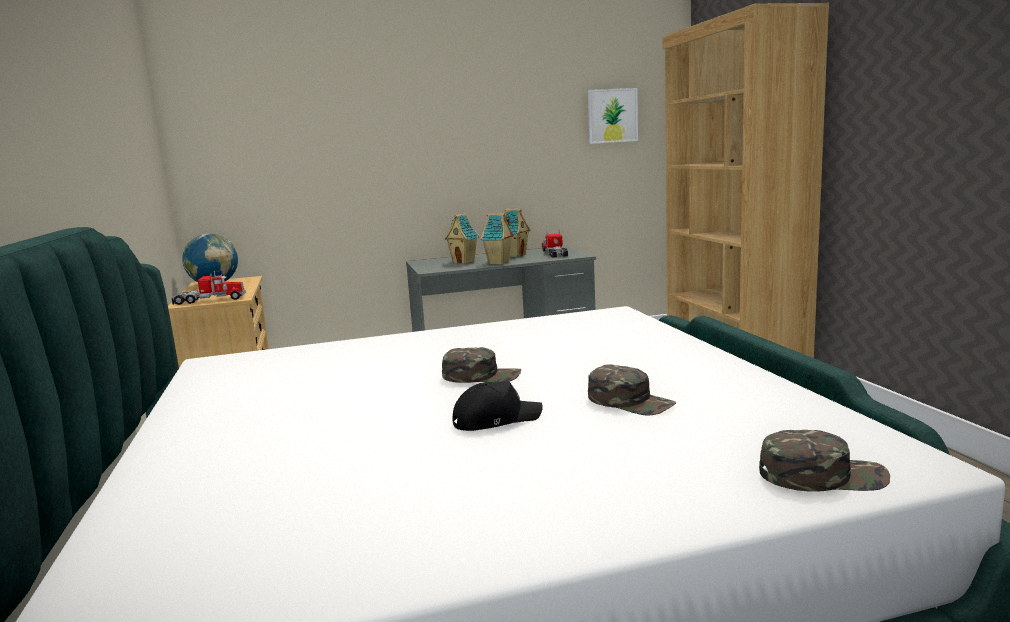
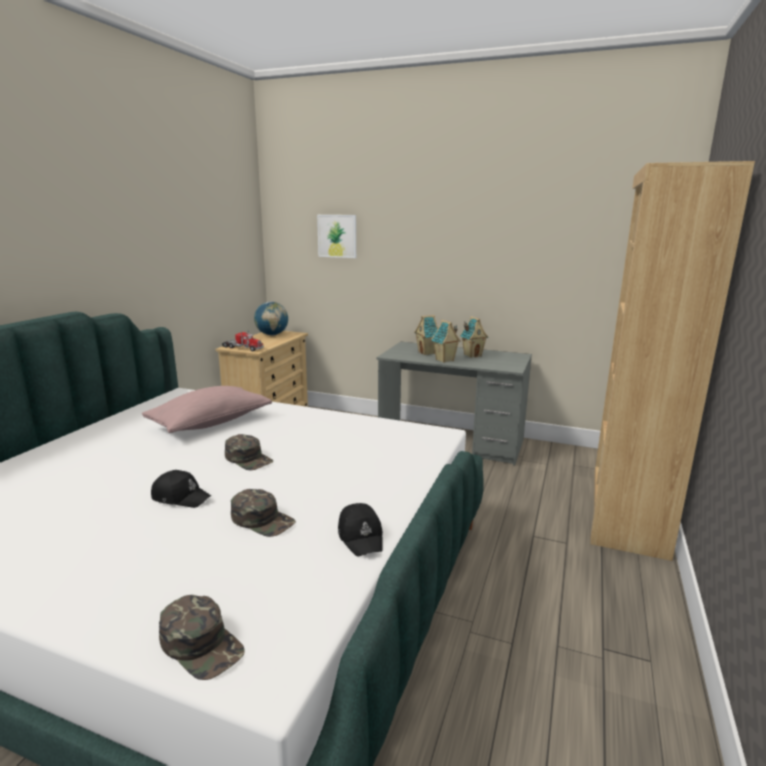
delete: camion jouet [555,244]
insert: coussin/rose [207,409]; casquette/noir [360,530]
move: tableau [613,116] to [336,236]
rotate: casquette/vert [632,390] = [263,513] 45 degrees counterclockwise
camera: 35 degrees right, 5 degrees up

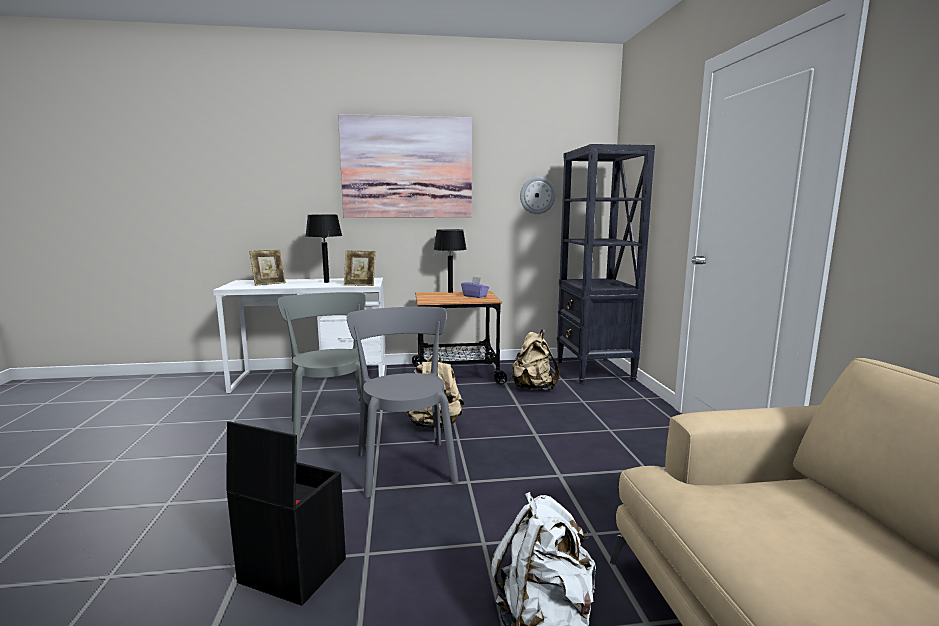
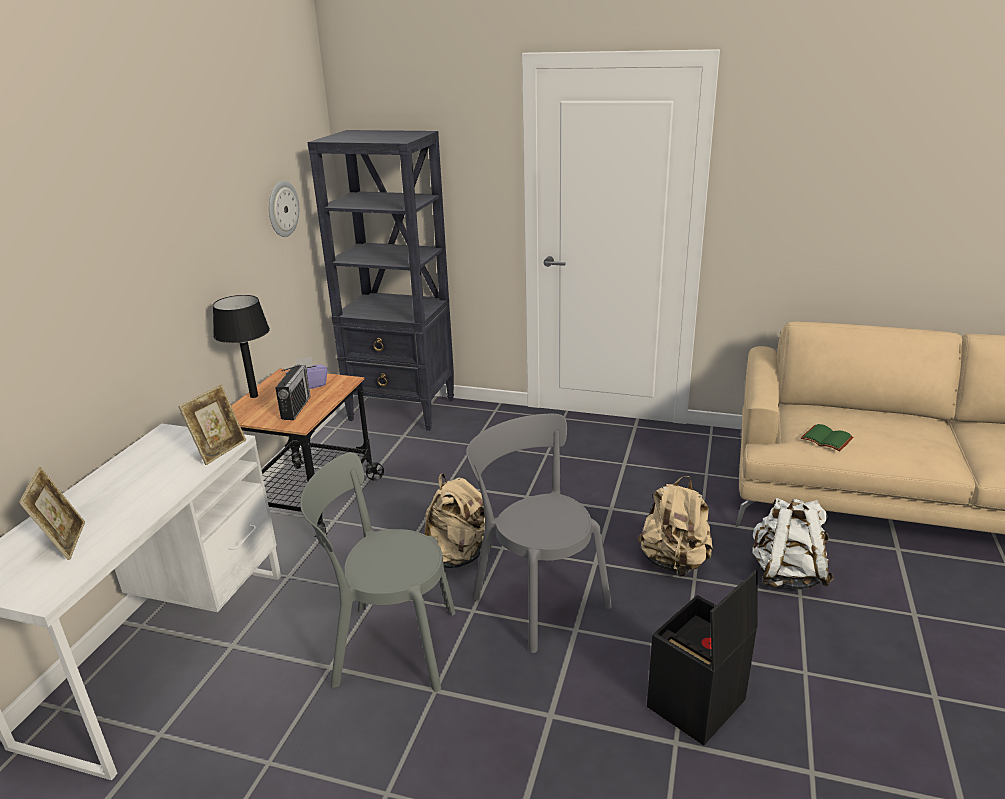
delete: lampe de table/noir [324,249]; tableau [405,166]
insert: radio [293,392]; livre/vert [827,437]
move: sac à dos/beige [535,360] to [675,526]
rotate: chaise/gris [403,402] = [539,533] 45 degrees clockwise
camera: 65 degrees left, 15 degrees up

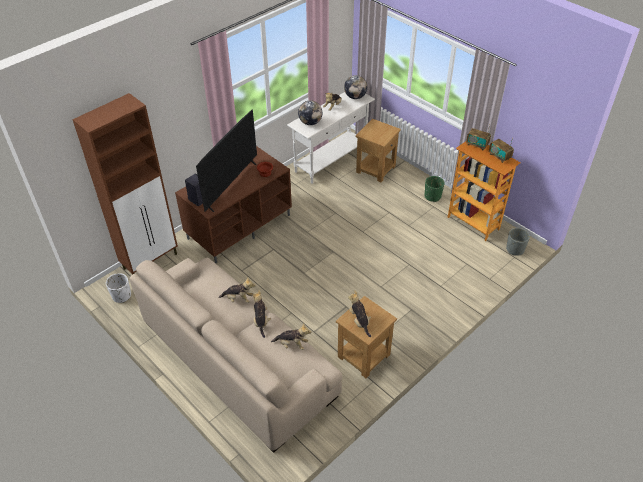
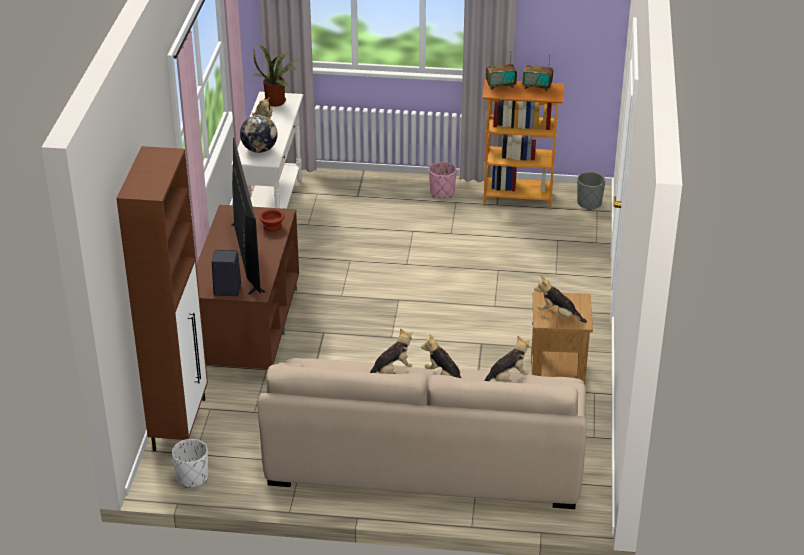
delete: table d'appoint/marron [378,150]
replace: globe [355,87] to plante en pot [276,75]
recolor: cache-pot/vert [435,189] to cache-pot/rose [443,180]
camera: 40 degrees left, 10 degrees down

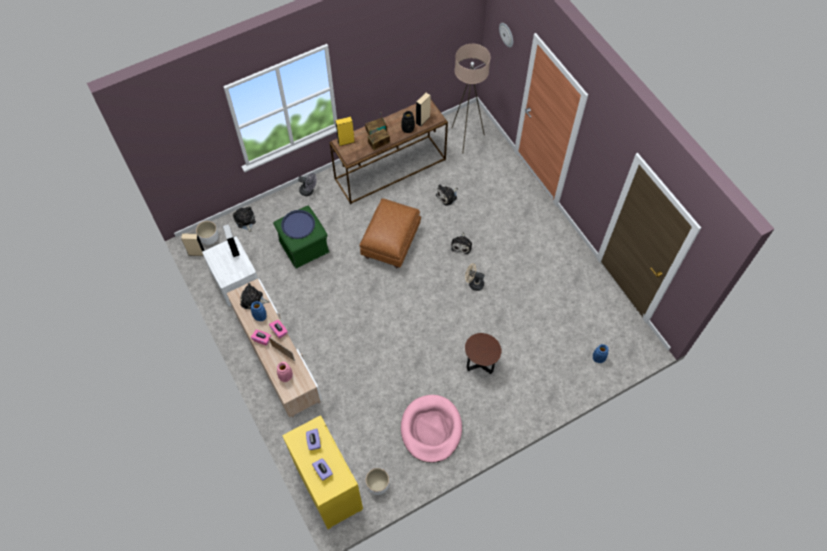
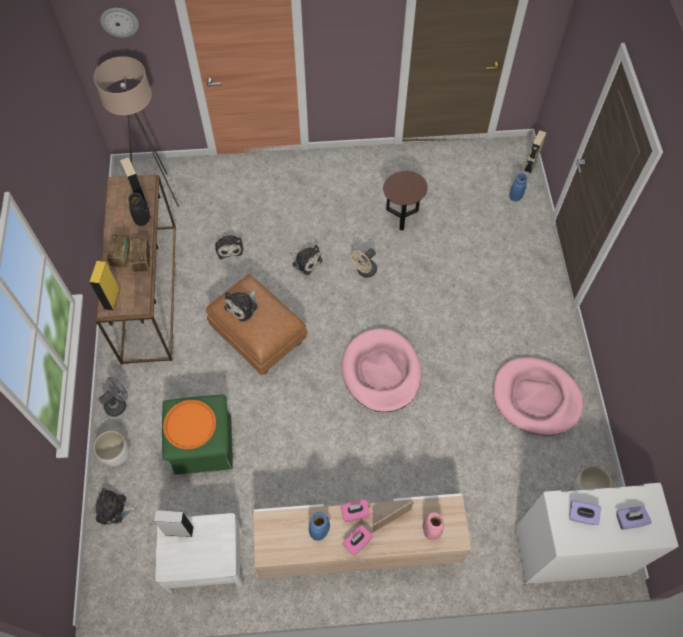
insert: panier pour chien/rose [382,370]
move: cache-pot/blanc [207,233] to [111,448]; peluche [255,296] to [241,306]; table d'appoint/marron [483,353] to [405,200]; enceinte/beige [192,244] to [535,151]
recolor: plateau/bleu [298,224] to plateau/orange [189,425]; meuble de rangement/jaune [322,472] to meuble de rangement/blanc [596,534]
camera: 65 degrees left, 0 degrees up

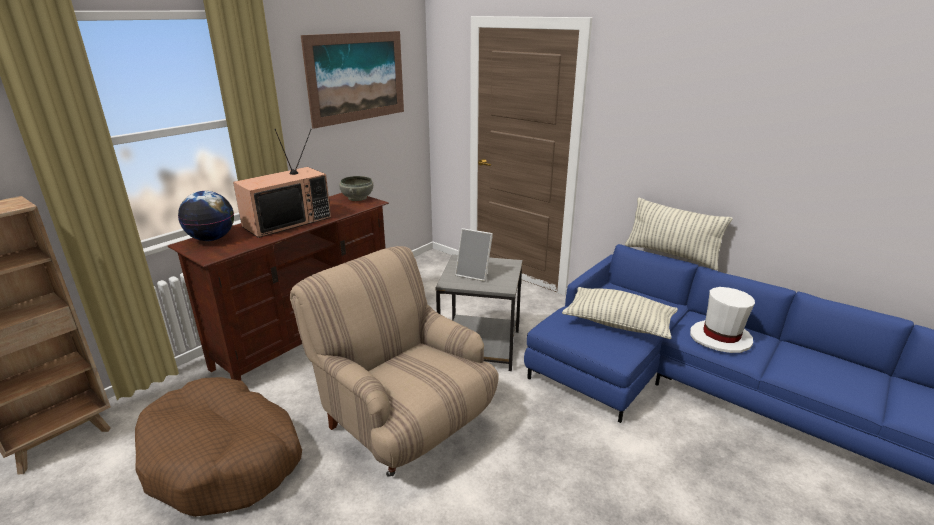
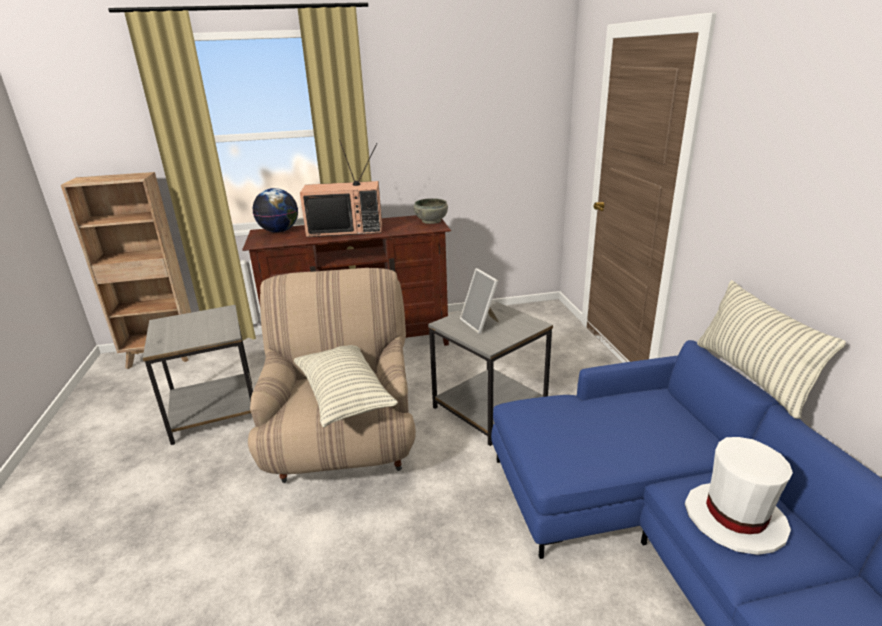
delete: tableau [352,80]
move: coussin [620,313] to [346,386]
replace: panier pour chien/marron [218,447] to table d'appoint/gris [198,375]
camera: 40 degrees right, 0 degrees up

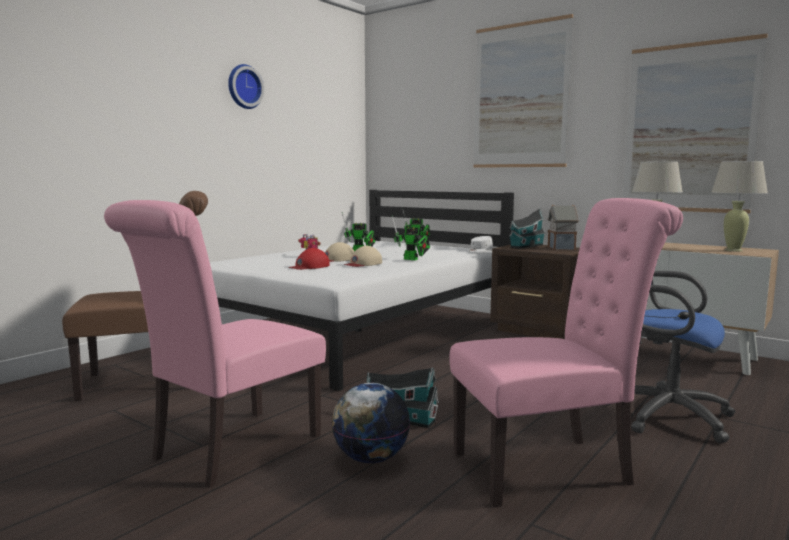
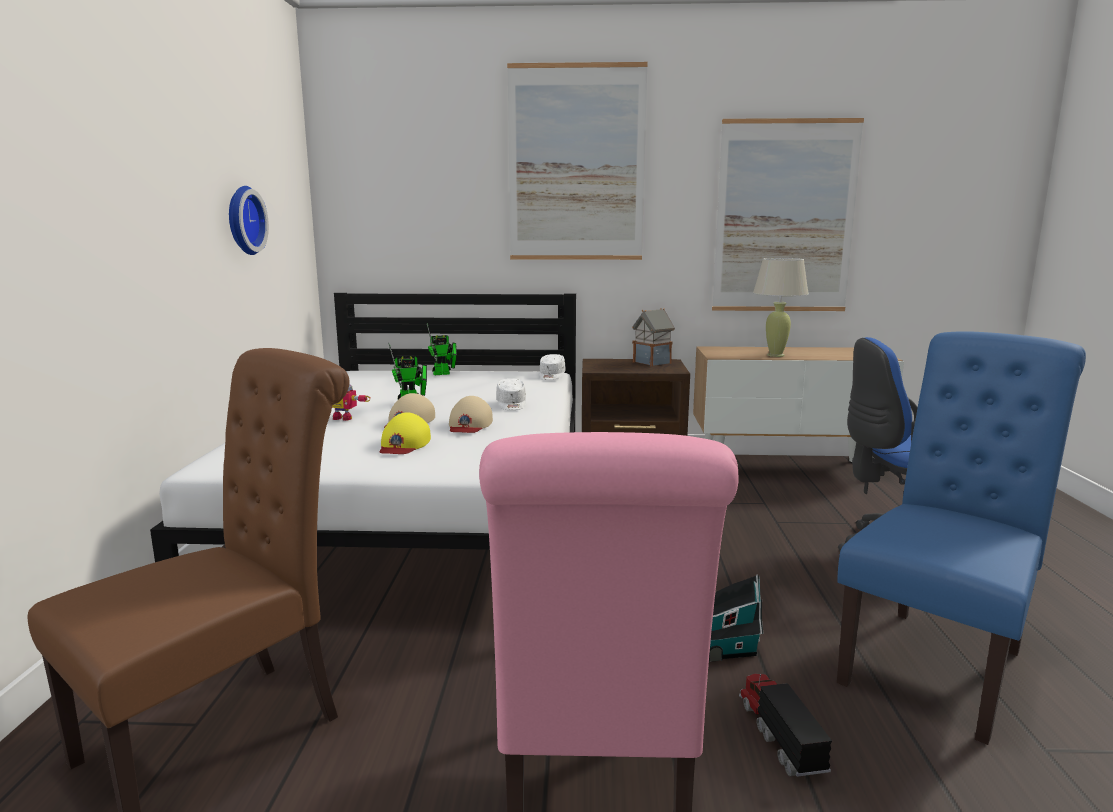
delete: maison miniature [527,228]; lampe de table/beige [739,206]
move: horloge murale [246,86] to [249,220]
replace: robot jouet [411,237] to casquette/blanc [511,394]; globe [371,423] to camion jouet [785,725]
recolor: casquette/rouge [309,259] to casquette/jaune [405,433]; chaise/rose [566,352] to chaise/bleu [961,538]
camera: 35 degrees left, 5 degrees up

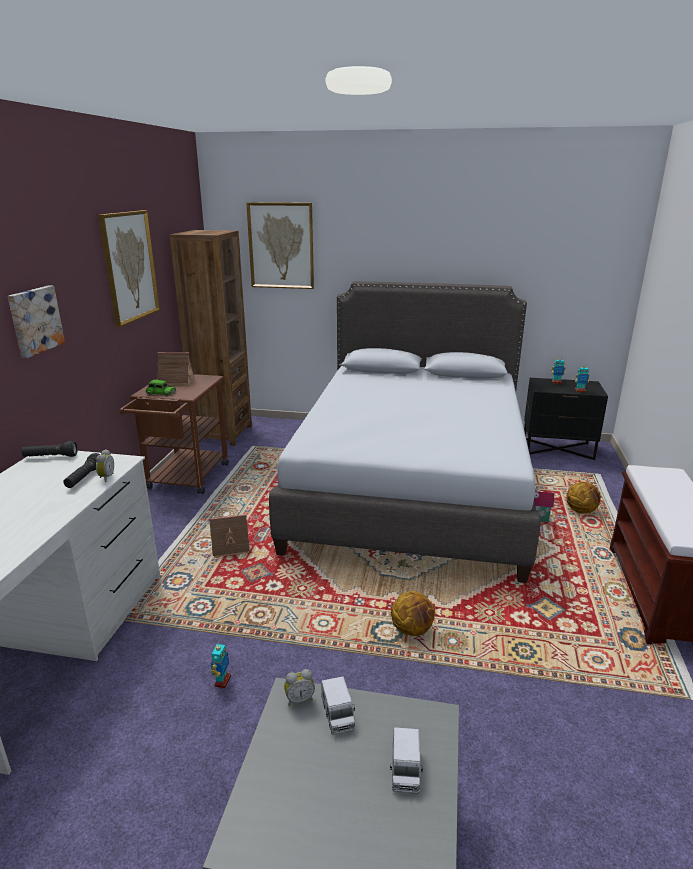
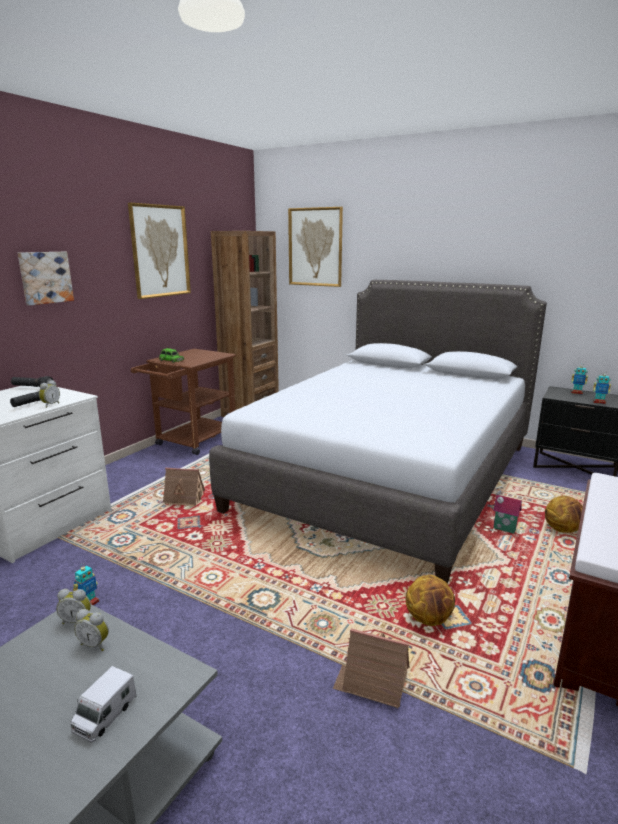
move: maison miniature [176,369] to [371,668]; ballon de basket [413,613] to [430,600]
replace: camion jouet [338,705] to réveil [91,630]
camera: 20 degrees right, 5 degrees down

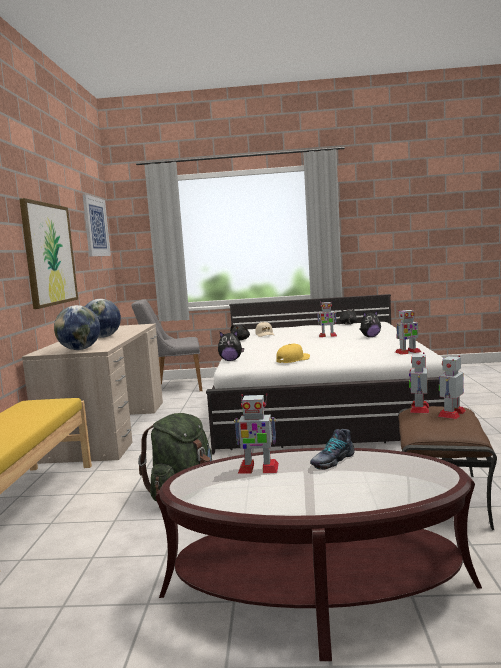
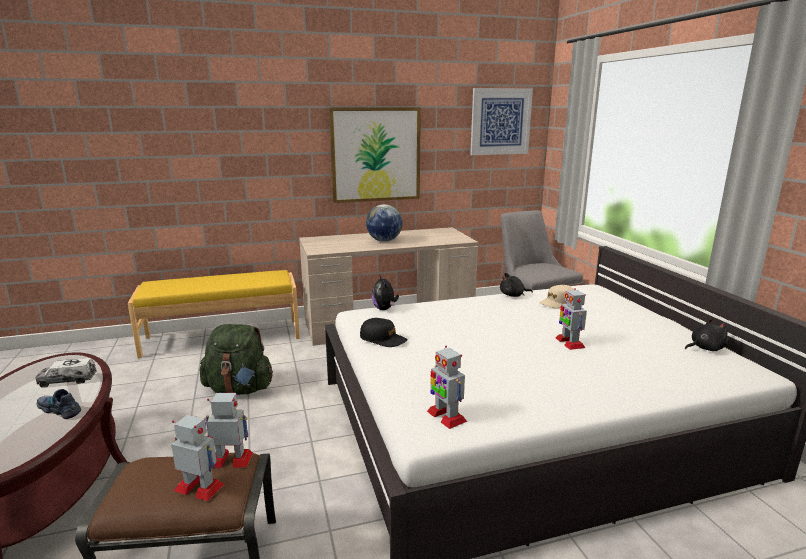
delete: globe [77,327]; peluche [370,323]
replace: robot jouet [256,433] to camion jouet [66,372]
recolor: casquette/jaune [293,353] to casquette/noir [384,332]
camera: 70 degrees right, 10 degrees up

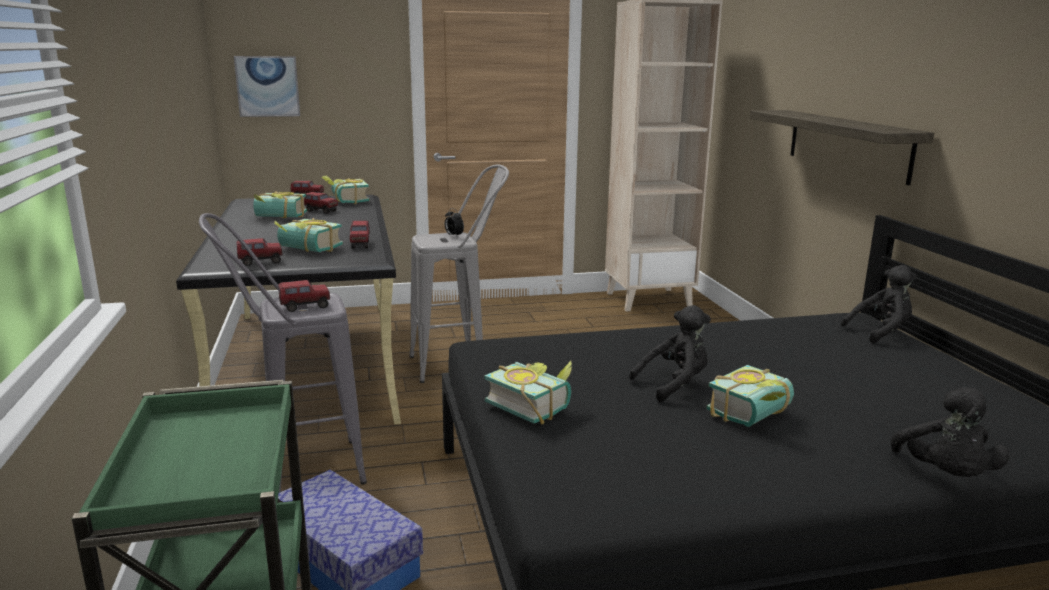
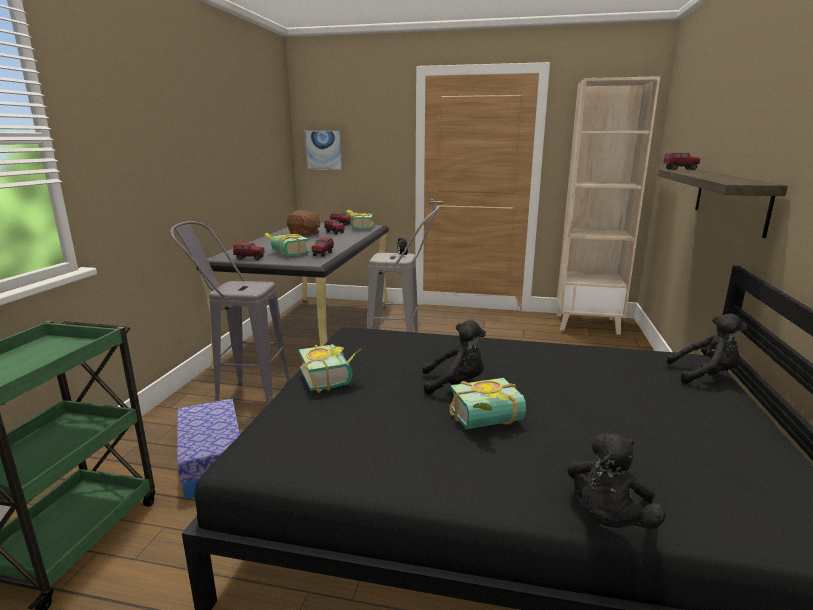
move: camion jouet [304,296] to [681,161]
replace: livre [280,204] to peluche/marron [303,223]
camera: 25 degrees right, 0 degrees up

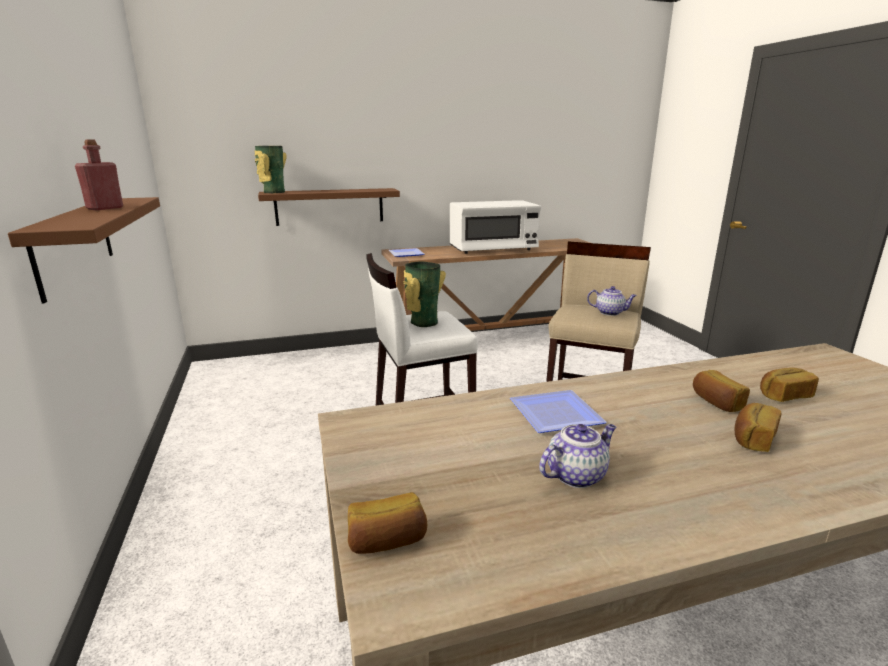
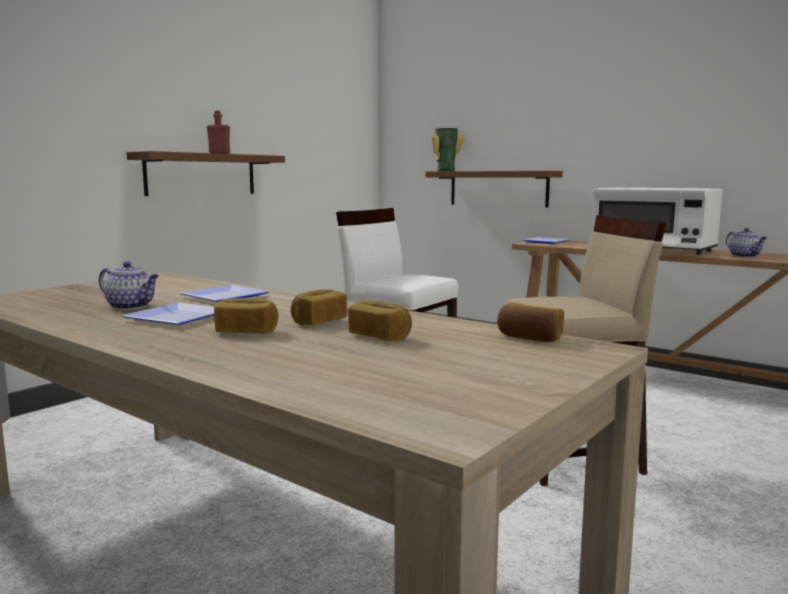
delete: vase [424,294]
insert: assiette [168,314]
move: pain [387,523] to [530,322]; théière [612,301] to [746,243]
camera: 55 degrees right, 10 degrees down

